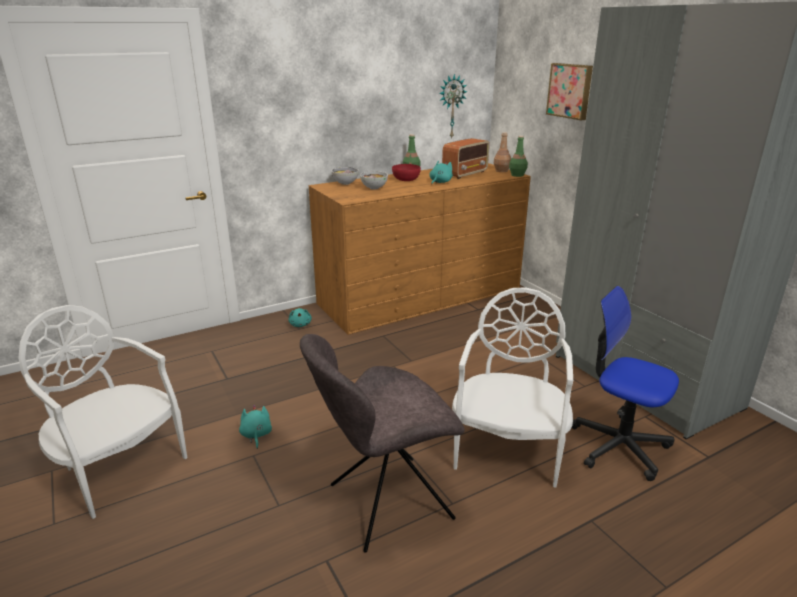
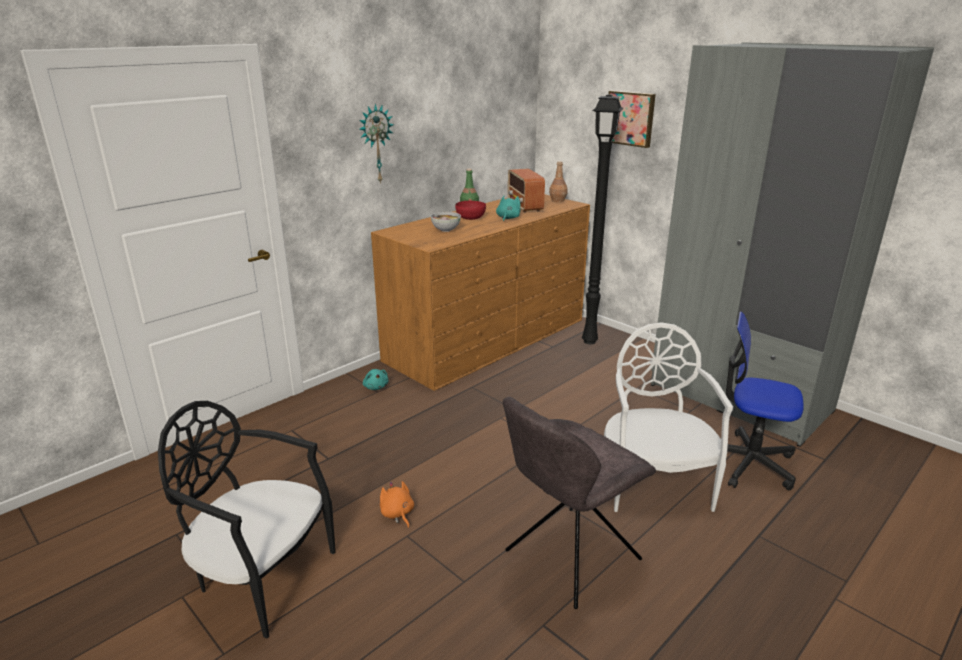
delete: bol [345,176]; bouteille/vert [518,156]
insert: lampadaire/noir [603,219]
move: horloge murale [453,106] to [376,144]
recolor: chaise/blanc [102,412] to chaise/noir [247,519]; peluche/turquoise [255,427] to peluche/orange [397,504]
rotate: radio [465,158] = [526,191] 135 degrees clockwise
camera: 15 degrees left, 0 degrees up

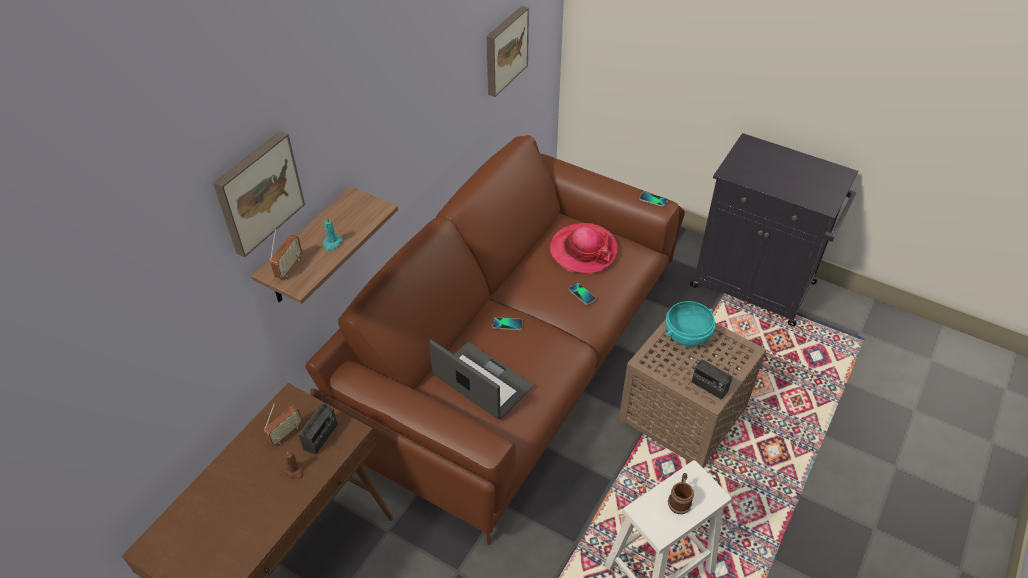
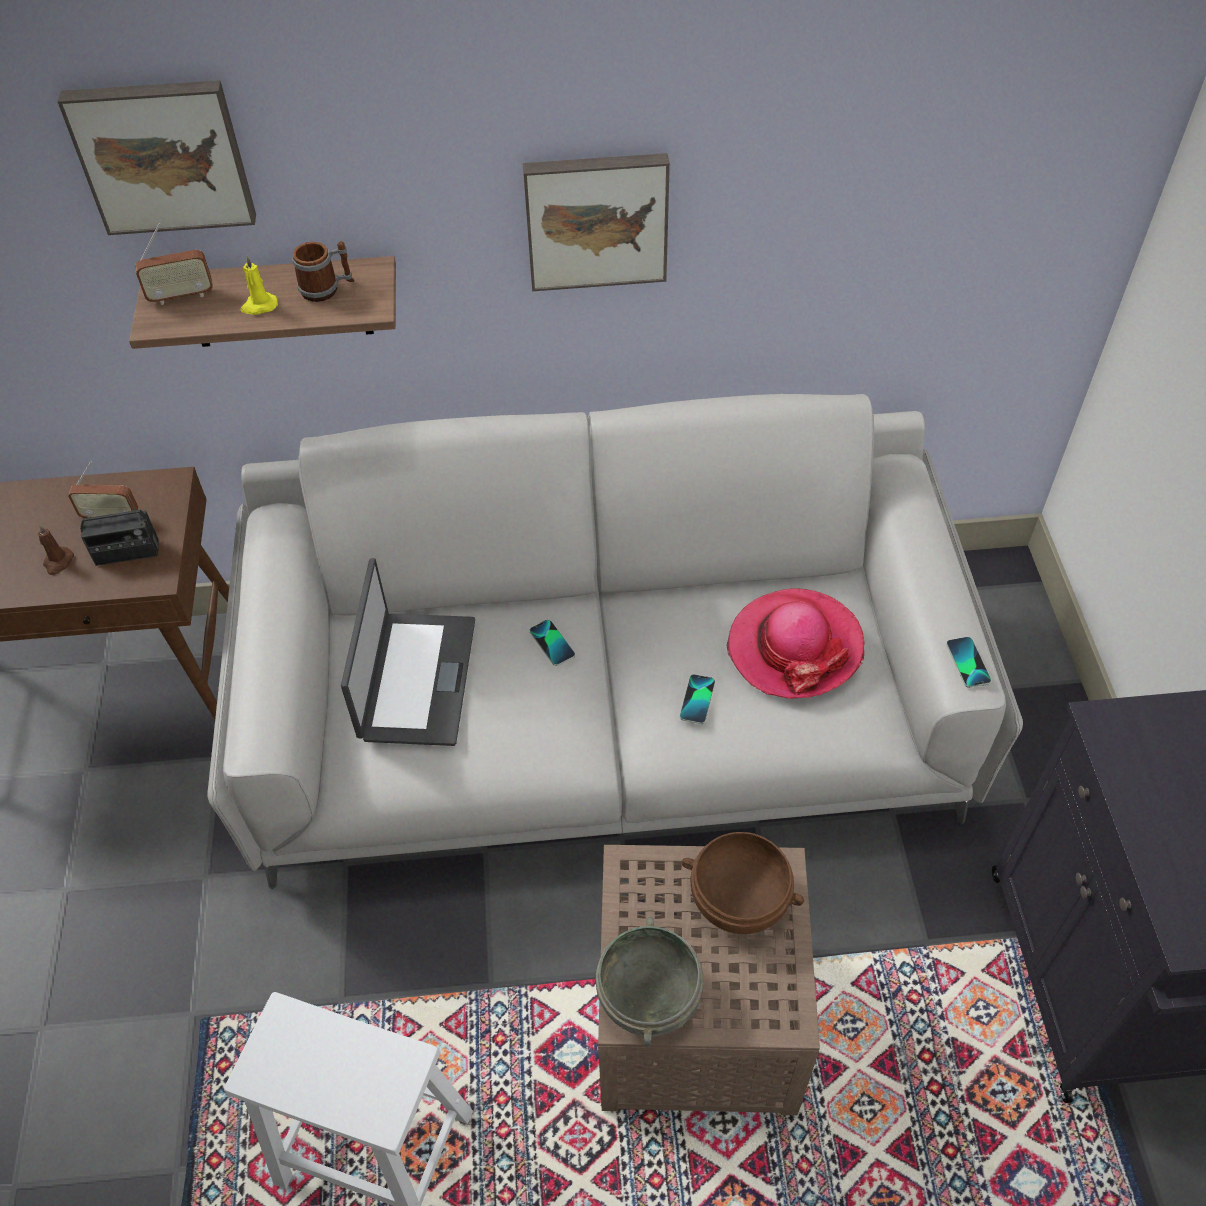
move: mug [681,493] to [323,271]; tableau [508,51] to [596,222]
replace: radio [711,379] to bol/gris [650,982]
recolor: canapé/marron [495,340] to canapé/gris [615,642]; bougie/turquoise [333,234] to bougie/jaune [259,285]; bol/turquoise [690,323] to bol/marron [743,883]
camera: 55 degrees right, 5 degrees up

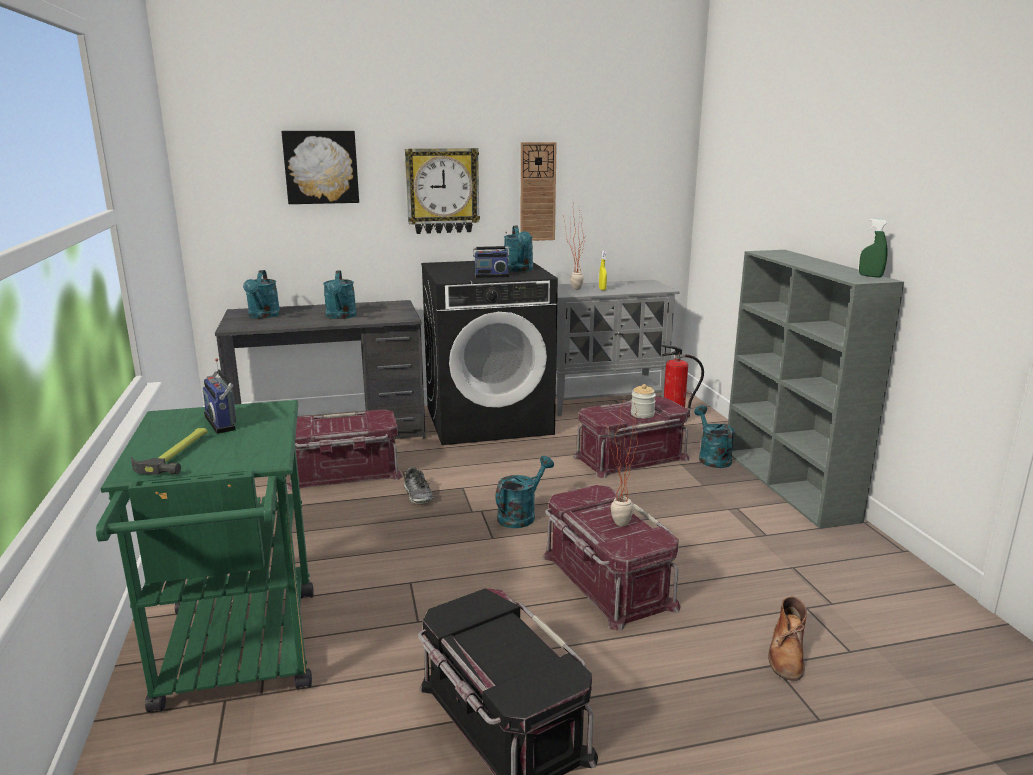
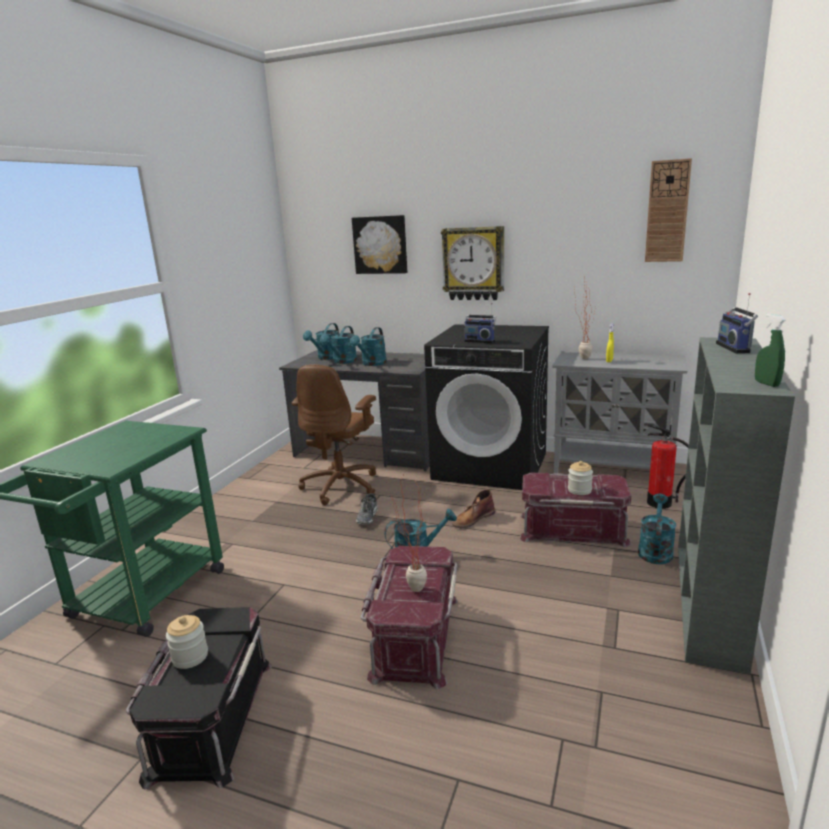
delete: marteau [169,451]
insert: bocal [187,642]
move: arrosoir/turquoise [518,249] to [338,345]; botte/marron [787,638] to [473,509]; horloge murale [539,191] to [668,210]; radio [219,396] to [737,323]
replace: boîte de rangement/rouge [345,450] to chaise de bureau/marron [334,435]
camera: 35 degrees right, 0 degrees up

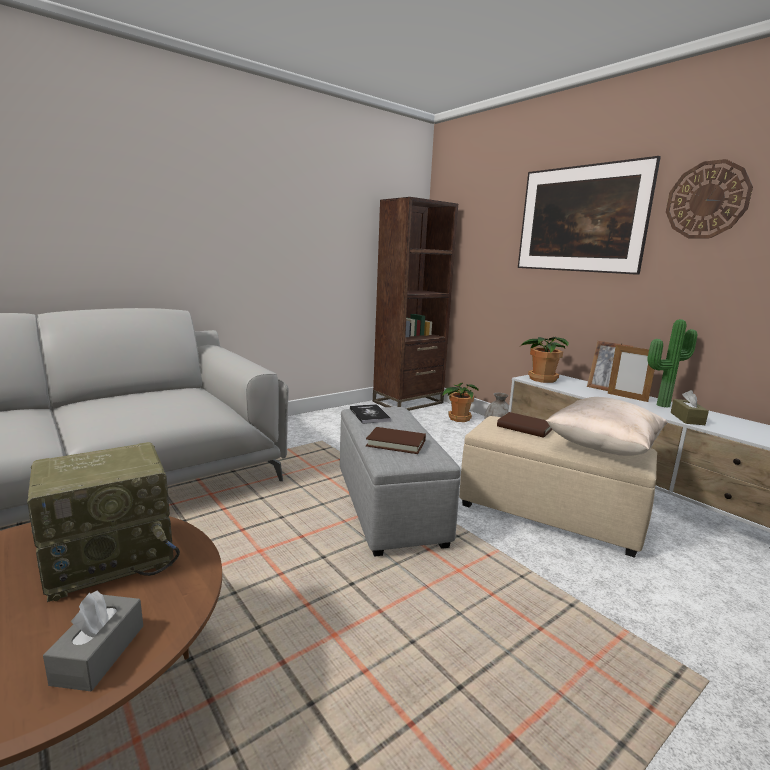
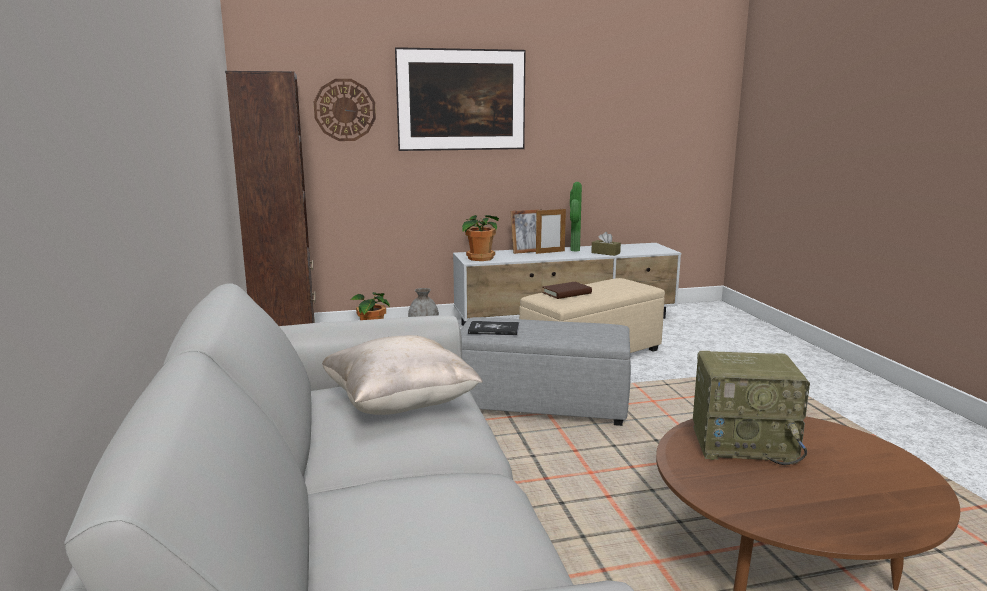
delete: boîte à mouchoirs/gris [93,641]; livre/marron [396,440]
move: horloge murale [709,198] to [345,110]; coussin/beige [607,426] to [402,375]
rotate: radio [103,522] = [751,408] 105 degrees clockwise
camera: 65 degrees left, 0 degrees up

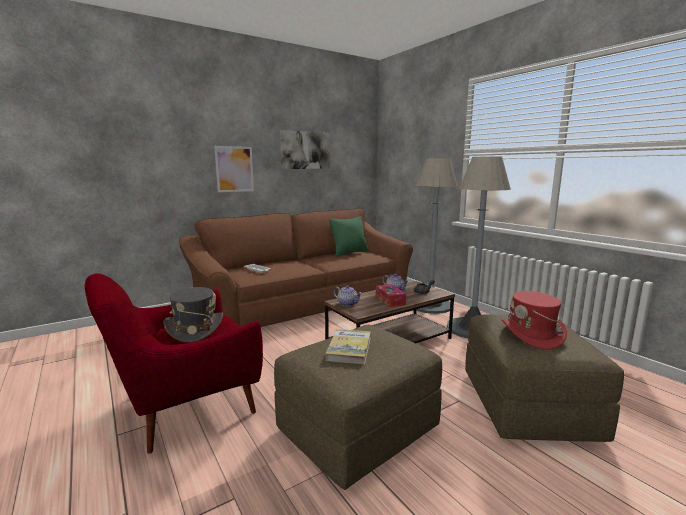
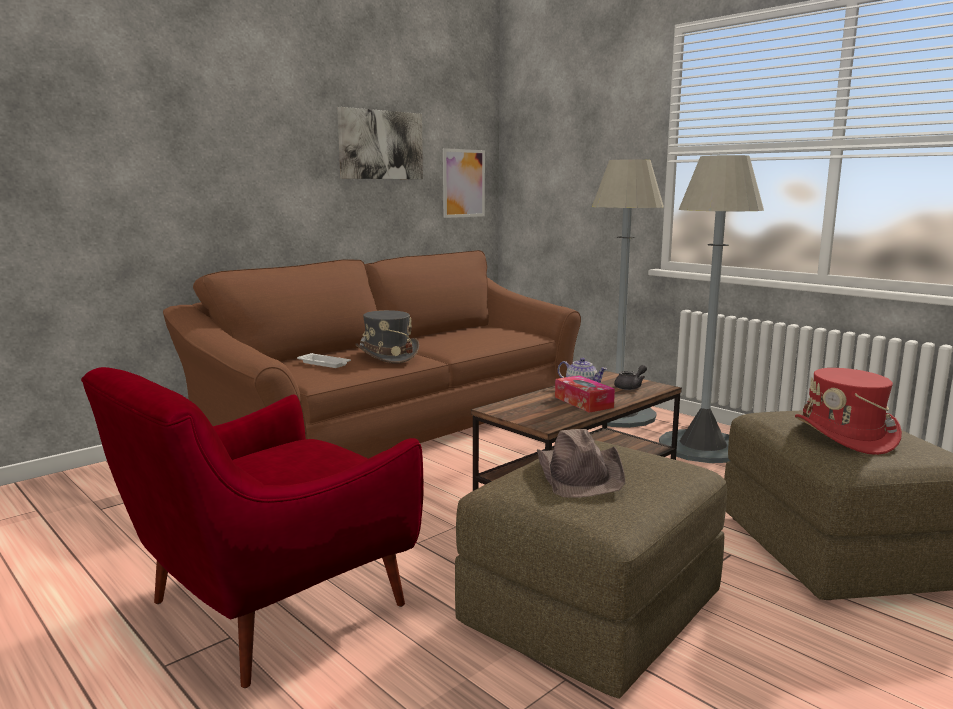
delete: coussin/vert [349,236]; théière [347,295]
move: chapeau/gris [193,315] to [387,336]; tableau [234,169] to [464,183]
replace: livre [348,346] to chapeau/marron [581,463]
camera: 10 degrees left, 0 degrees up

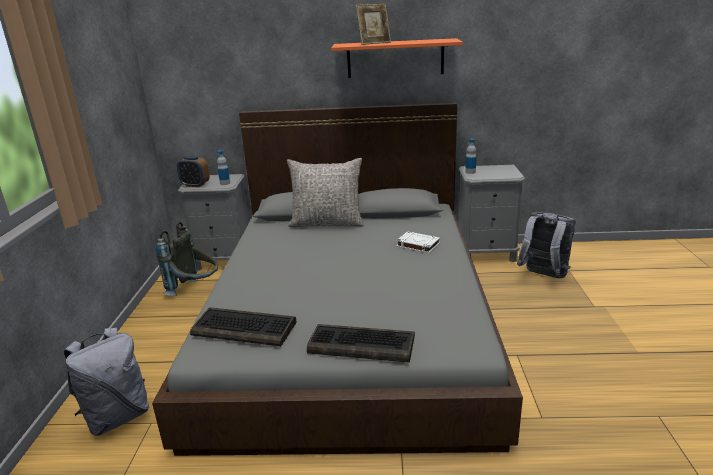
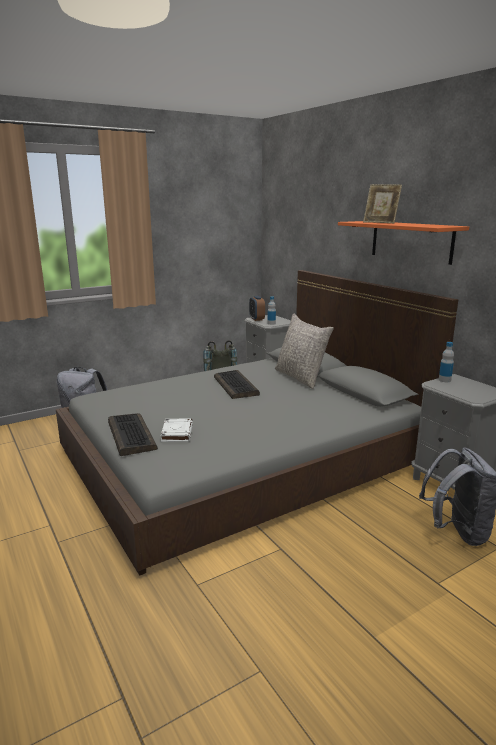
move: livre/blanc [418,242] to [177,430]; clavier [243,326] to [237,384]
camera: 55 degrees right, 5 degrees down

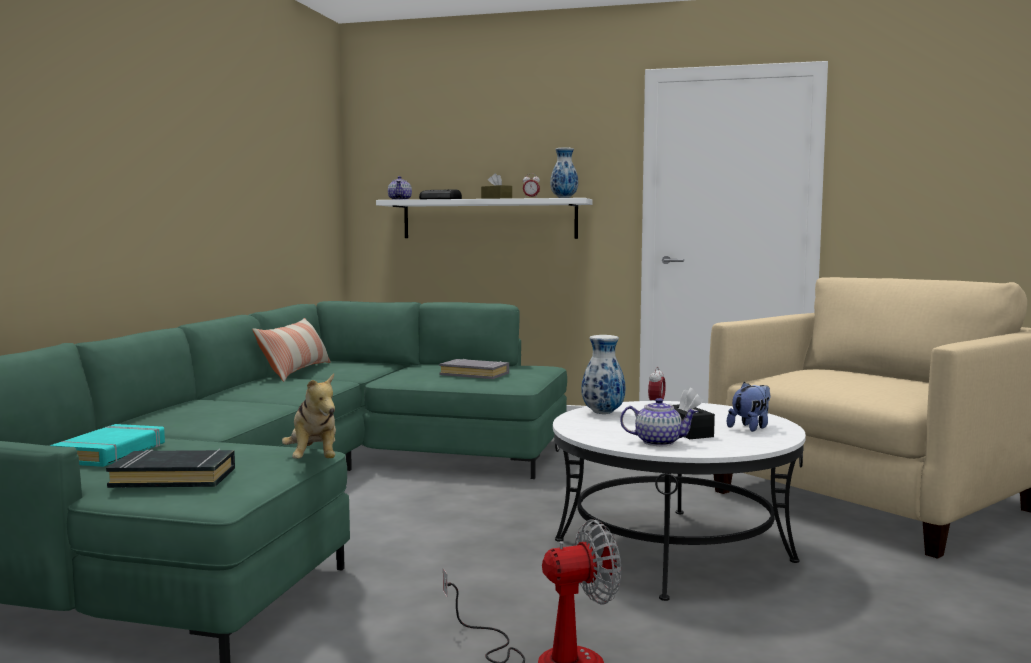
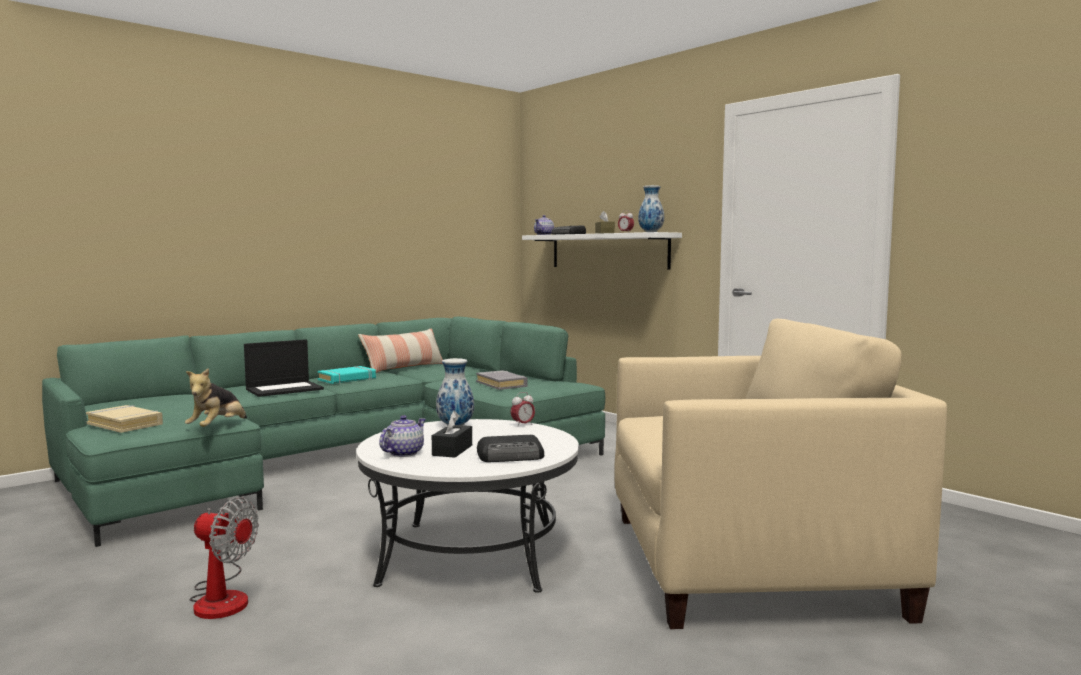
insert: ordinateur portable [284,368]
move: livre/turquoise [107,445] to [346,375]
replace: peluche [748,407] to radio [510,448]
recolor: livre/noir [170,468] to livre/beige [124,419]
rotate: théière [659,422] = [402,436] 105 degrees counterclockwise
camera: 35 degrees right, 0 degrees up

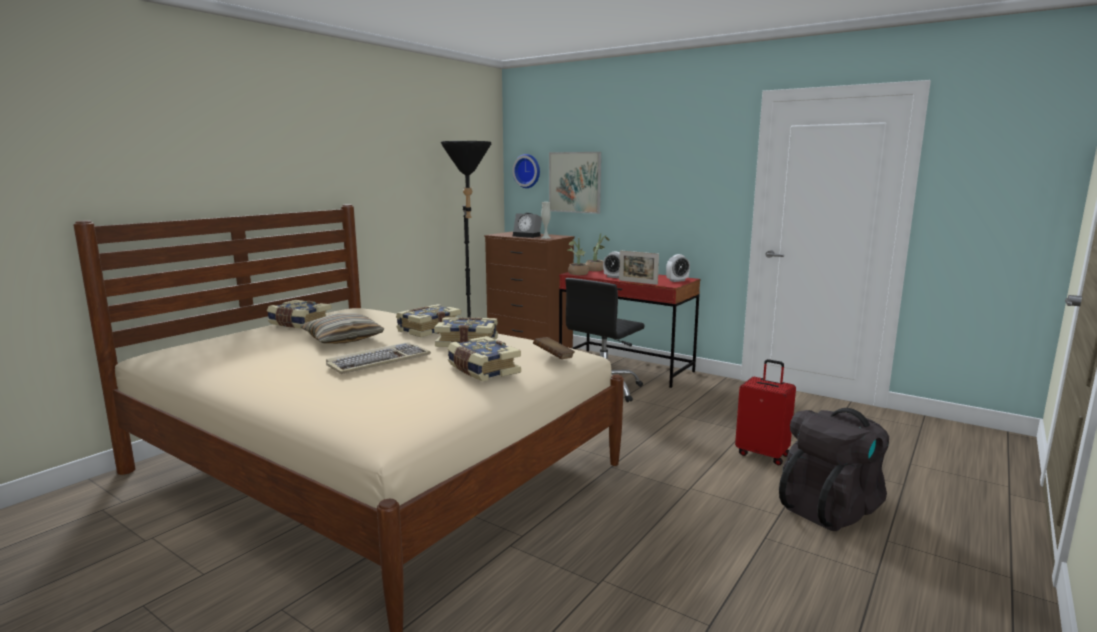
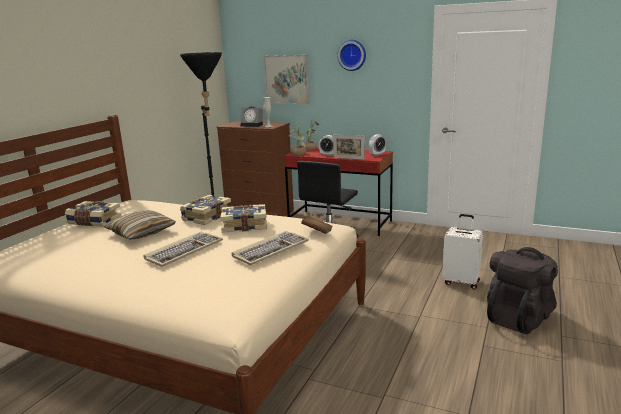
move: horloge murale [526,171] to [351,55]
replace: livre [484,358] to clavier [270,248]
recolor: valise/rouge [765,412] to valise/blanc [462,251]
camera: 10 degrees left, 5 degrees up

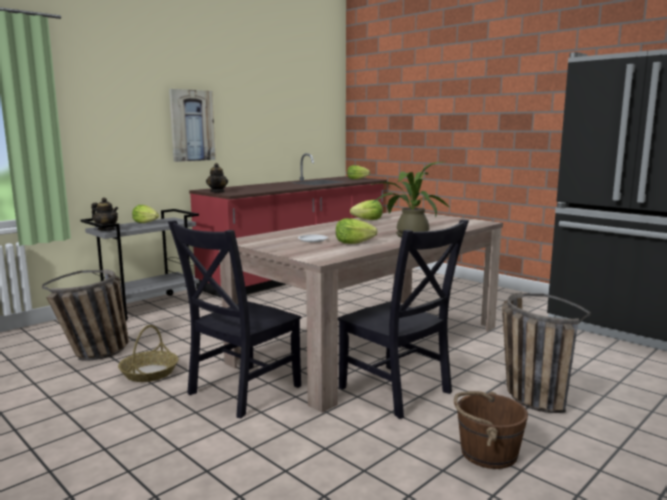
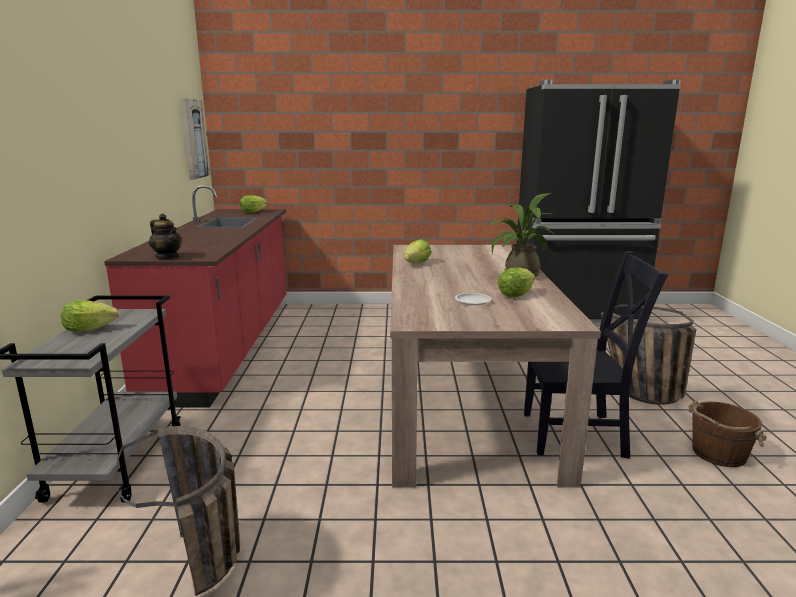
delete: théière [104,214]; panier [148,353]; chaise/noir [234,319]
move: tableau [192,125] to [196,139]
camera: 45 degrees left, 5 degrees up

